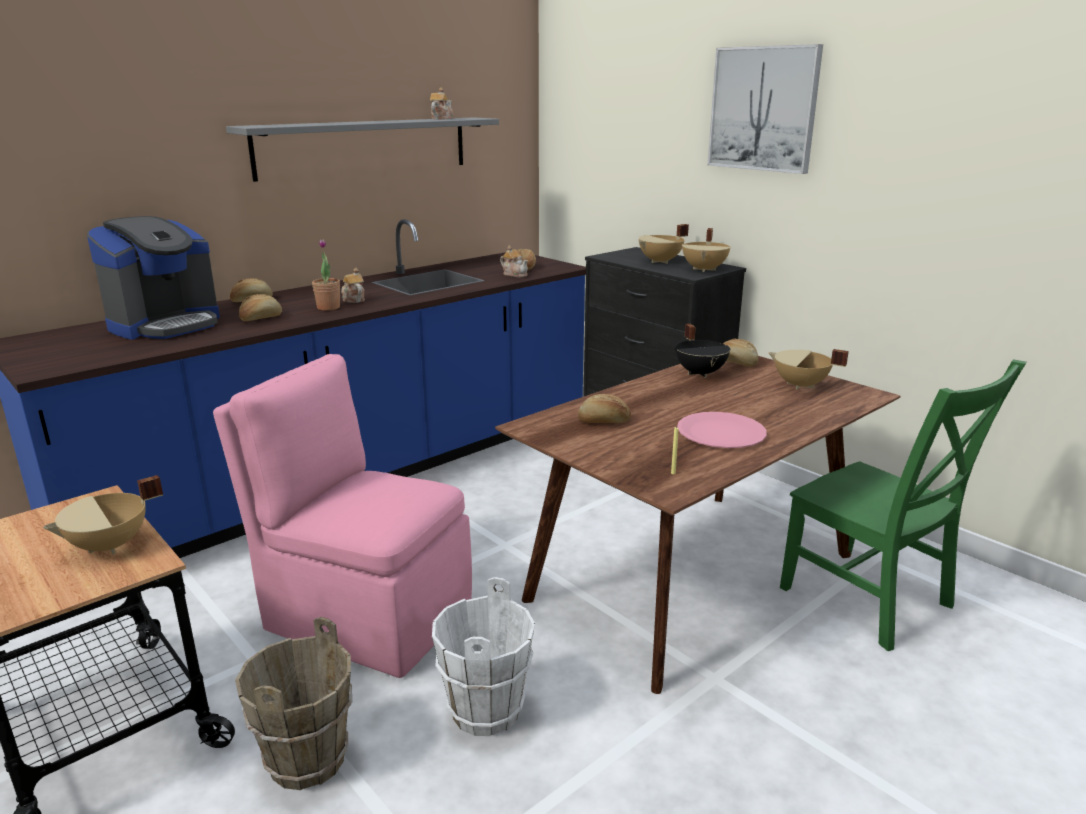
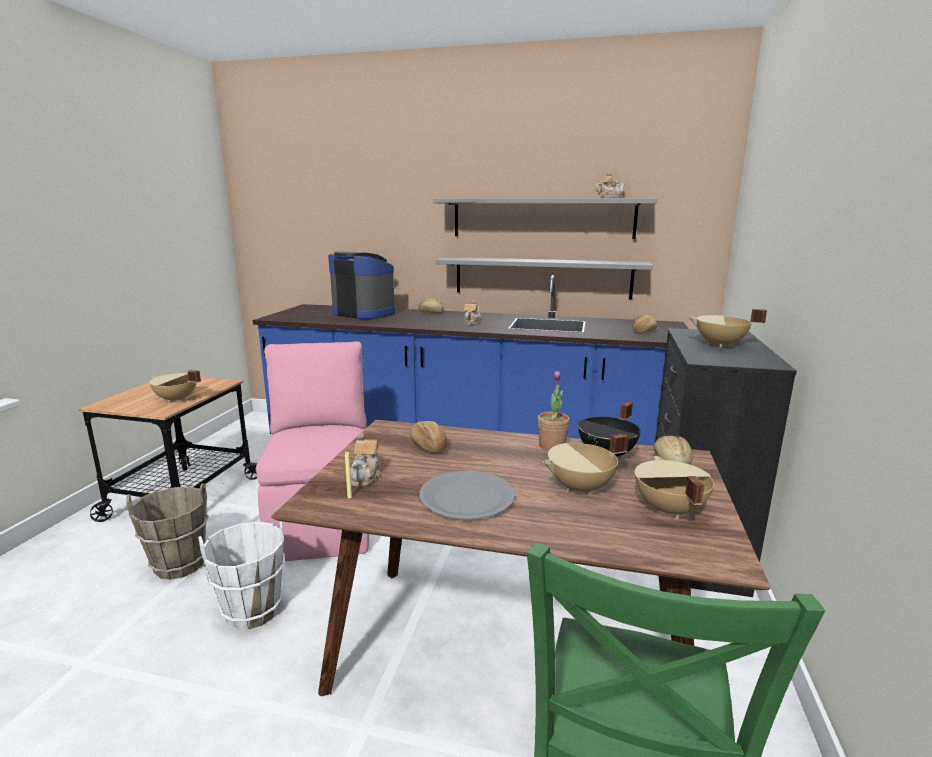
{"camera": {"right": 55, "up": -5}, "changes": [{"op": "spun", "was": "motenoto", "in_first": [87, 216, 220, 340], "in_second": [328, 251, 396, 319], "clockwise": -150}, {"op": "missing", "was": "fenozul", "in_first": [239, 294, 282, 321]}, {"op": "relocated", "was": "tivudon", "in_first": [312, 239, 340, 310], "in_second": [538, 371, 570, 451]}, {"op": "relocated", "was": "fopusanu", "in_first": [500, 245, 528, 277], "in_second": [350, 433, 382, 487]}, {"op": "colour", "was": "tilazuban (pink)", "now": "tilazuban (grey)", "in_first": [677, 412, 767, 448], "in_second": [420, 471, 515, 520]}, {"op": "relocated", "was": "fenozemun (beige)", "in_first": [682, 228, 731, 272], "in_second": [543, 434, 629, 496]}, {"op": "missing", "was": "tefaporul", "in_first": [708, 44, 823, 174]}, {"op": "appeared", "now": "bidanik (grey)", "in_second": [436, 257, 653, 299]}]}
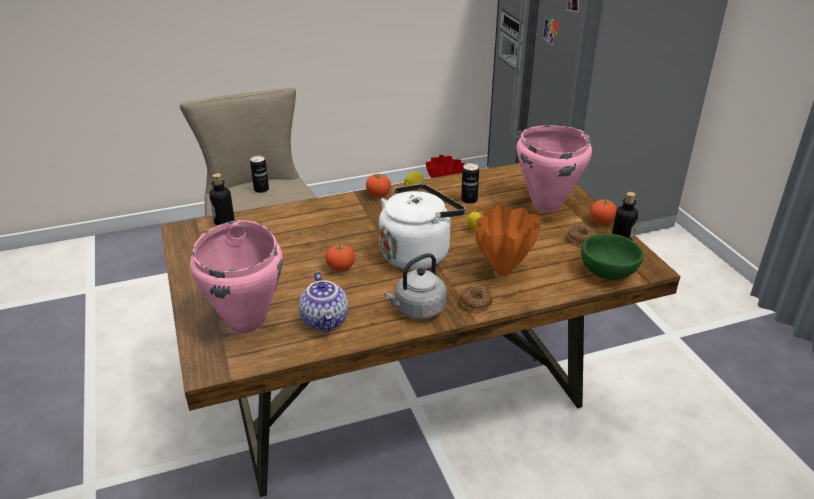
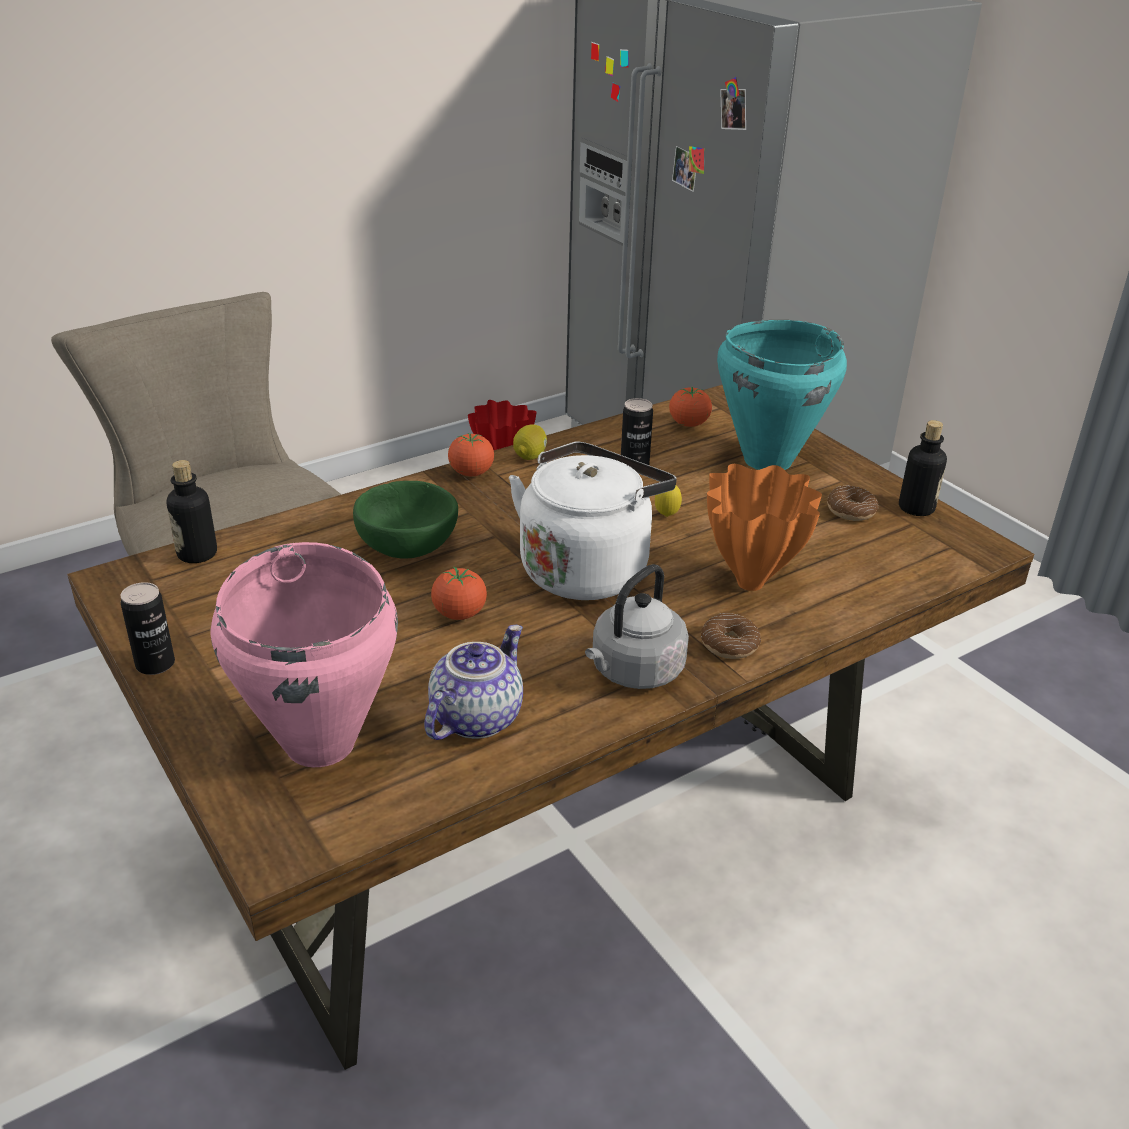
{"camera": {"right": -15, "up": 0}, "changes": [{"op": "relocated", "was": "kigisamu", "in_first": [250, 155, 269, 193], "in_second": [120, 582, 175, 675]}, {"op": "spun", "was": "fopusanu", "in_first": [299, 271, 349, 332], "in_second": [424, 625, 523, 740], "clockwise": -120}, {"op": "colour", "was": "fenozemun (pink)", "now": "fenozemun (turquoise)", "in_first": [517, 125, 592, 212], "in_second": [717, 320, 847, 470]}, {"op": "relocated", "was": "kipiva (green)", "in_first": [581, 234, 644, 280], "in_second": [353, 481, 458, 559]}, {"op": "relocated", "was": "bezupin", "in_first": [590, 199, 617, 224], "in_second": [669, 387, 712, 427]}]}
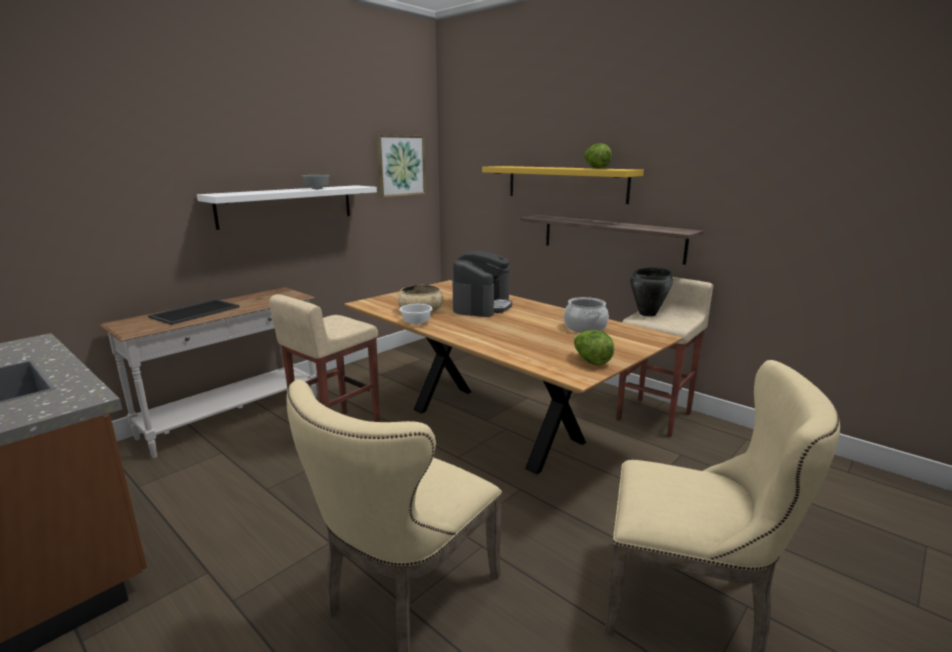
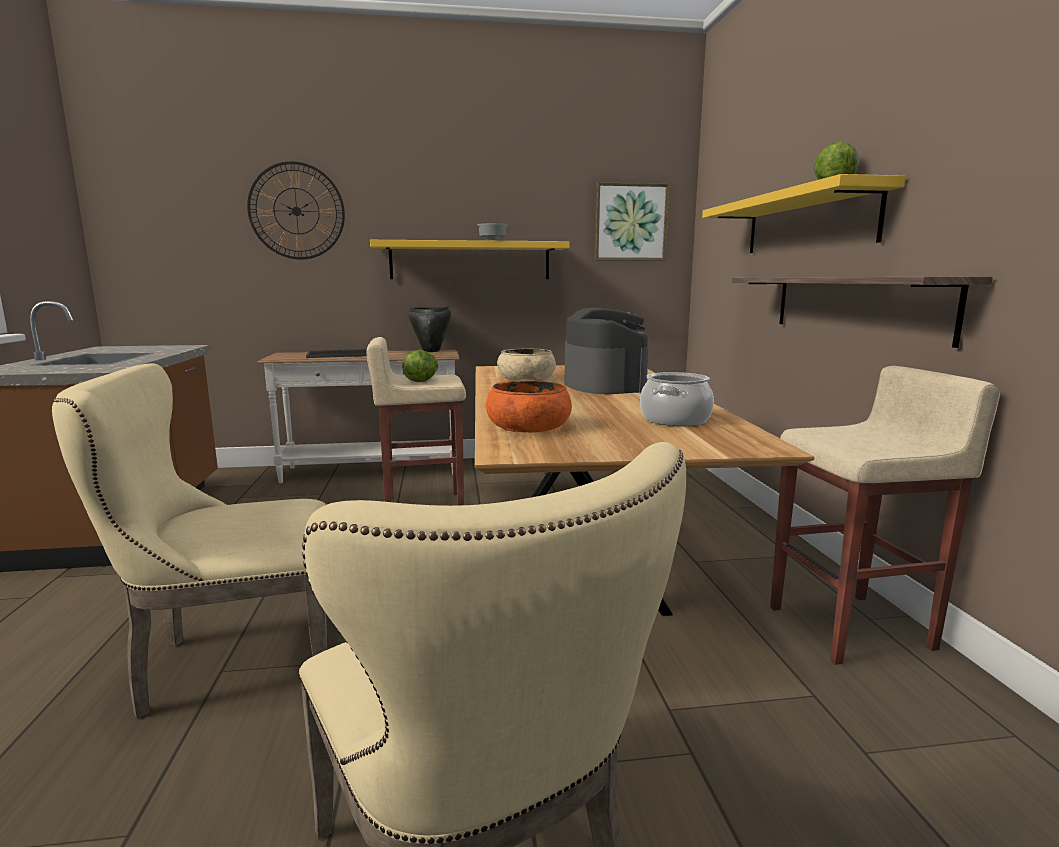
{"camera": {"right": 40, "up": -5}, "changes": [{"op": "colour", "was": "bidanik (white)", "now": "bidanik (yellow)", "in_first": [197, 185, 377, 230], "in_second": [370, 240, 570, 279]}, {"op": "missing", "was": "kipiva (white)", "in_first": [399, 304, 433, 325]}, {"op": "spun", "was": "motenoto", "in_first": [453, 251, 512, 317], "in_second": [564, 307, 648, 394], "clockwise": -75}, {"op": "relocated", "was": "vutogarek", "in_first": [574, 330, 614, 366], "in_second": [402, 350, 438, 382]}, {"op": "relocated", "was": "fenozemun (black)", "in_first": [630, 268, 673, 317], "in_second": [408, 306, 451, 352]}, {"op": "appeared", "now": "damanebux", "in_second": [247, 161, 345, 260]}, {"op": "appeared", "now": "kipiva (orange)", "in_second": [486, 380, 572, 432]}]}
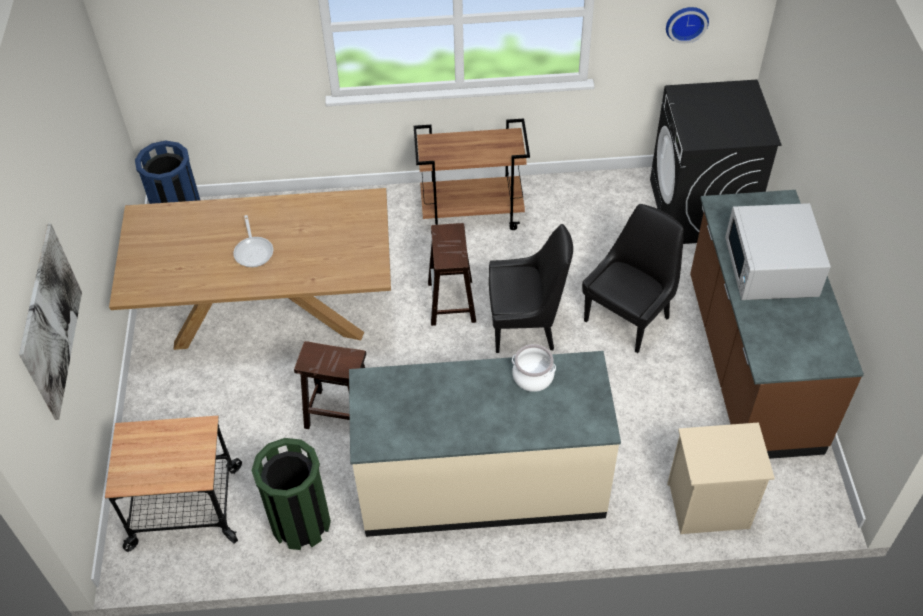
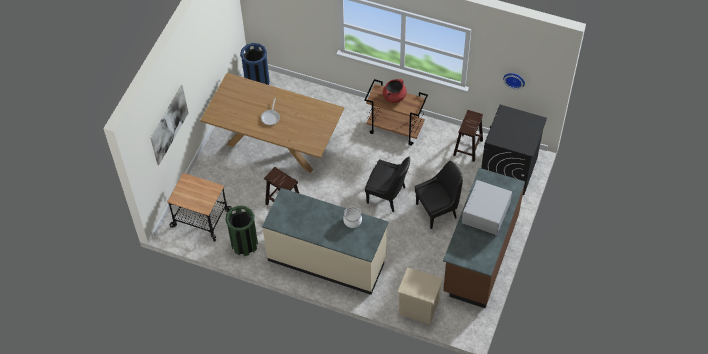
{"camera": {"right": 25, "up": 5}, "changes": [{"op": "relocated", "was": "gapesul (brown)", "in_first": [428, 223, 476, 326], "in_second": [453, 110, 483, 162]}, {"op": "appeared", "now": "fenozemun (red)", "in_second": [383, 79, 407, 103]}]}
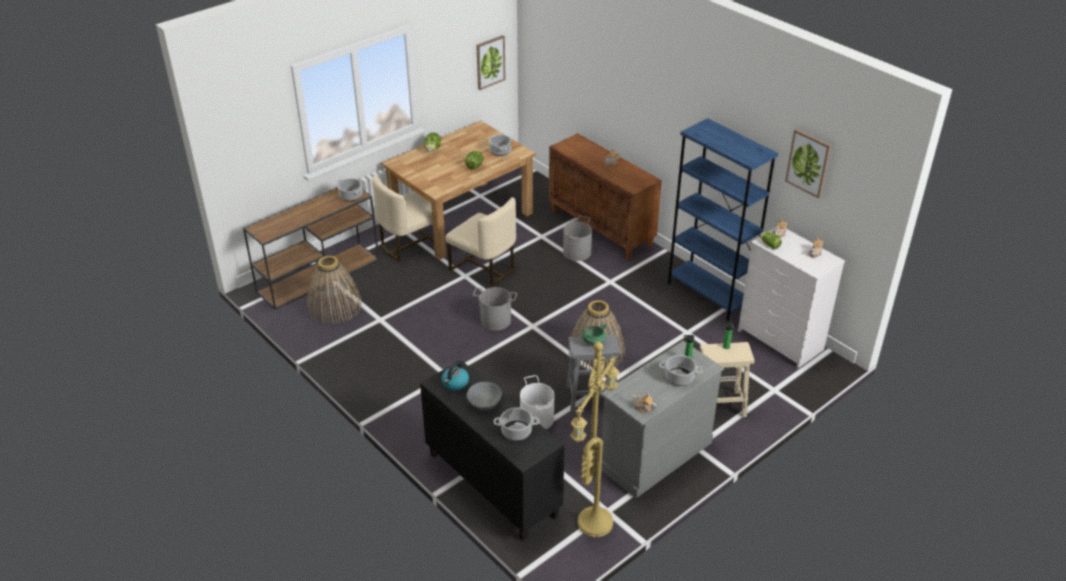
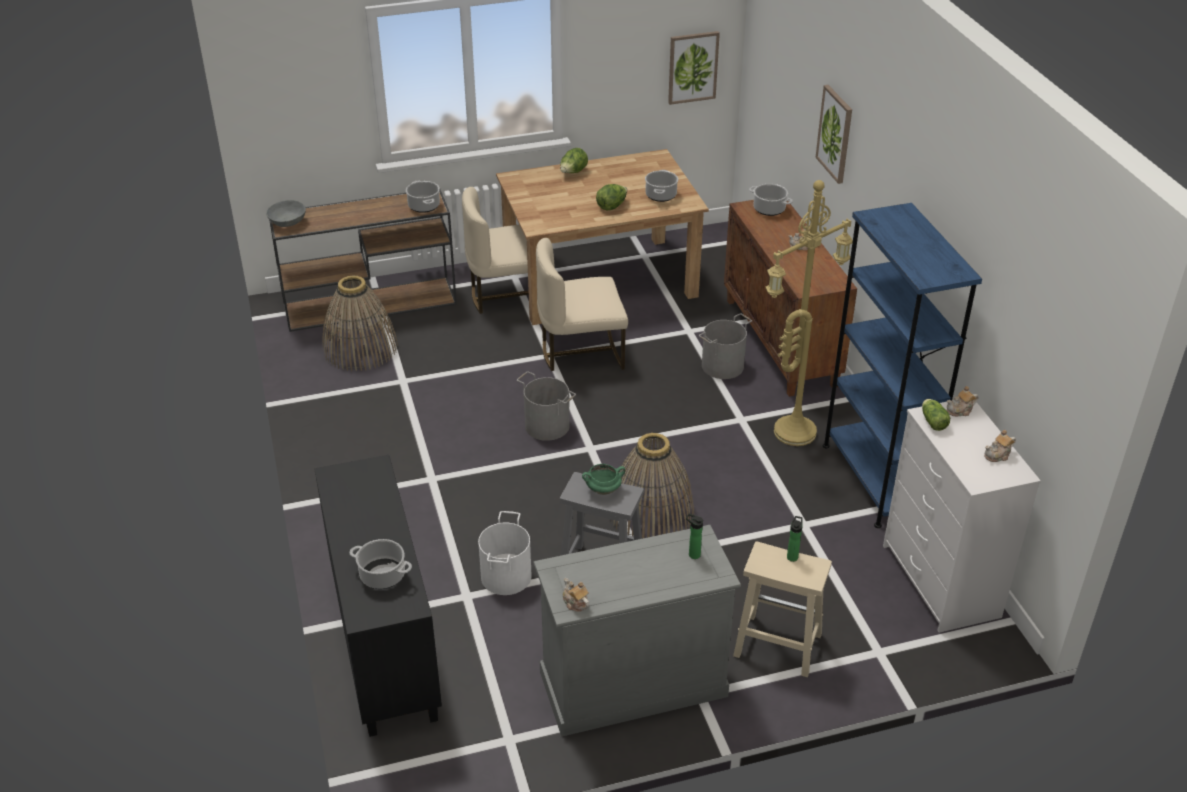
{"camera": {"right": 25, "up": 0}, "changes": [{"op": "missing", "was": "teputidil", "in_first": [442, 361, 469, 390]}, {"op": "spun", "was": "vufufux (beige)", "in_first": [446, 197, 516, 285], "in_second": [536, 238, 628, 371], "clockwise": 105}, {"op": "relocated", "was": "kipiva (grey)", "in_first": [467, 382, 502, 410], "in_second": [266, 200, 306, 227]}, {"op": "relocated", "was": "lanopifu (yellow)", "in_first": [570, 342, 620, 537], "in_second": [766, 180, 853, 446]}, {"op": "relocated", "was": "fenozemun", "in_first": [659, 355, 703, 386], "in_second": [749, 184, 793, 216]}, {"op": "relocated", "was": "tefaporul", "in_first": [785, 129, 831, 198], "in_second": [815, 85, 852, 184]}]}
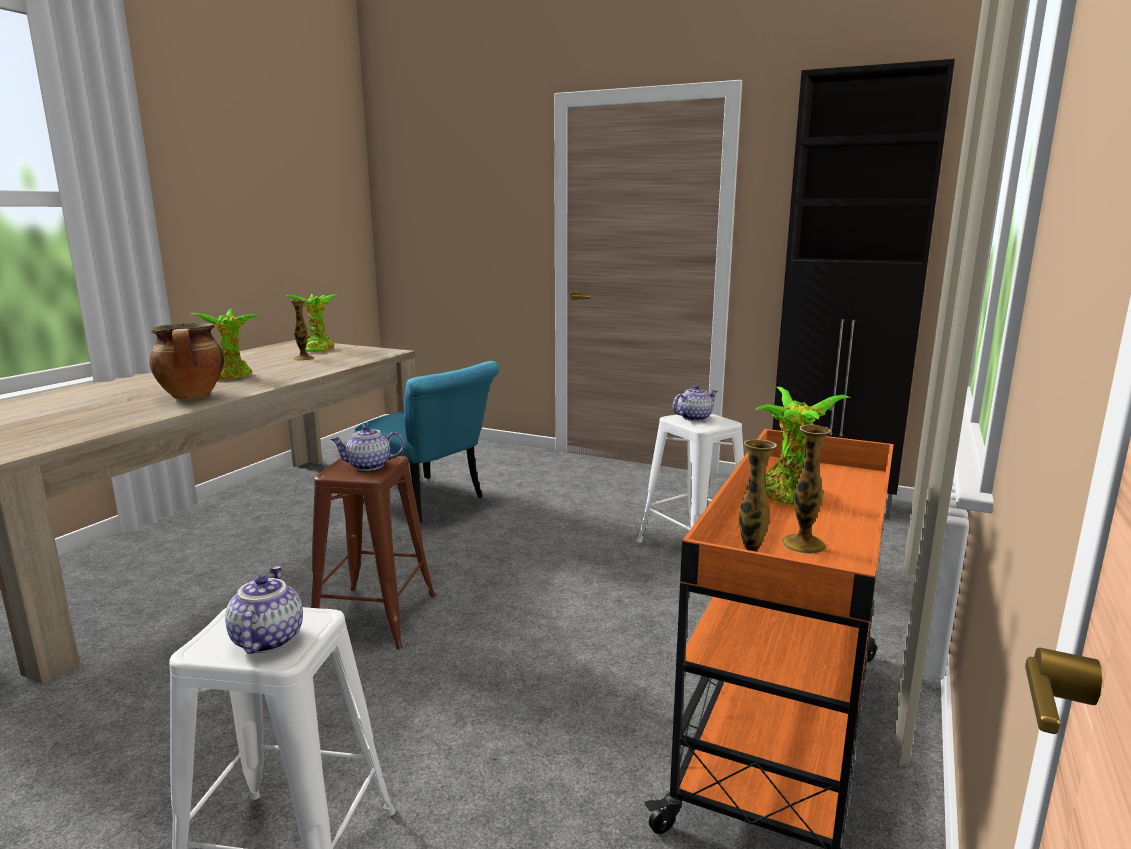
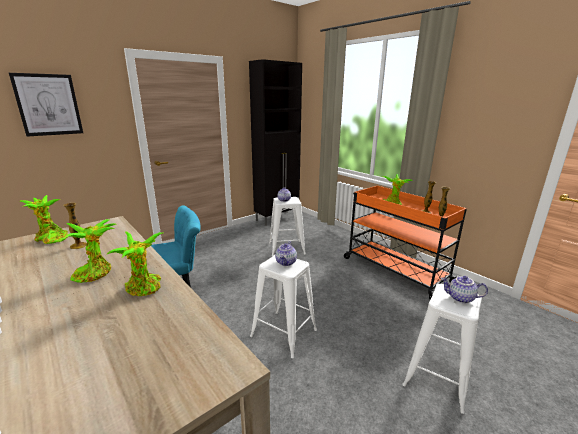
{"camera": {"right": -65, "up": 5}, "changes": [{"op": "exchanged", "was": "fenozemun", "now": "tivudon", "in_first": [149, 323, 224, 399], "in_second": [106, 232, 163, 296]}, {"op": "colour", "was": "gapesul (brown)", "now": "gapesul (white)", "in_first": [311, 455, 435, 650], "in_second": [250, 255, 317, 358]}, {"op": "appeared", "now": "tefaporul", "in_second": [9, 73, 83, 137]}]}
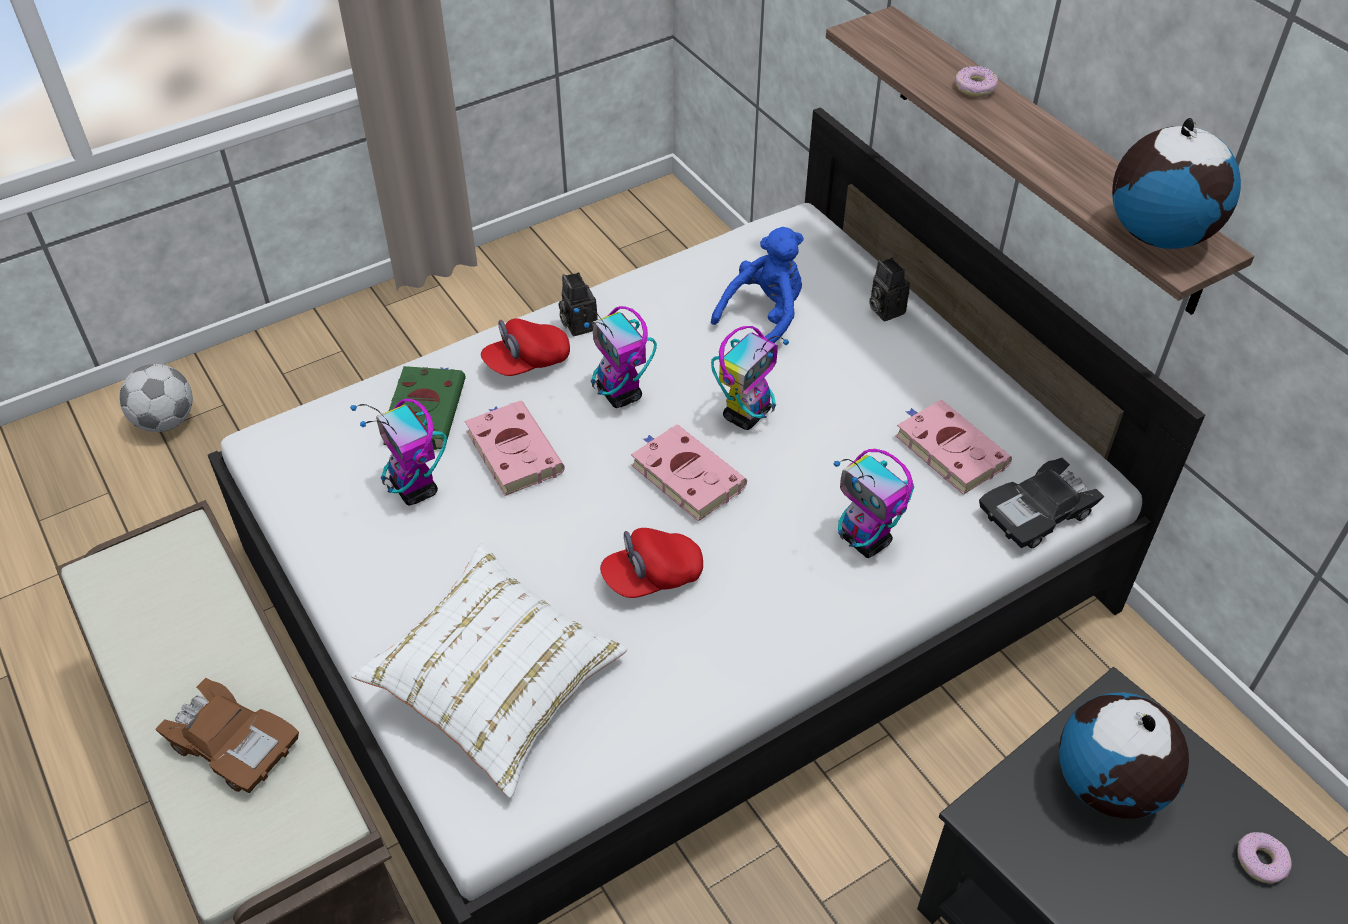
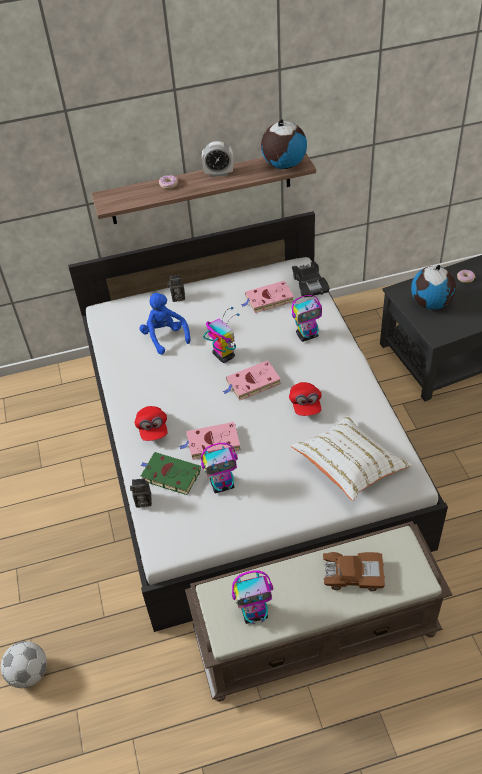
{"camera": {"right": -70, "up": 0}, "changes": [{"op": "spun", "was": "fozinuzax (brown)", "in_first": [155, 678, 299, 793], "in_second": [323, 552, 385, 591], "clockwise": 45}, {"op": "relocated", "was": "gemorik", "in_first": [558, 273, 598, 336], "in_second": [130, 478, 152, 508]}, {"op": "relocated", "was": "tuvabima", "in_first": [574, 306, 657, 408], "in_second": [232, 570, 273, 624]}, {"op": "appeared", "now": "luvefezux", "in_second": [202, 141, 234, 177]}]}
